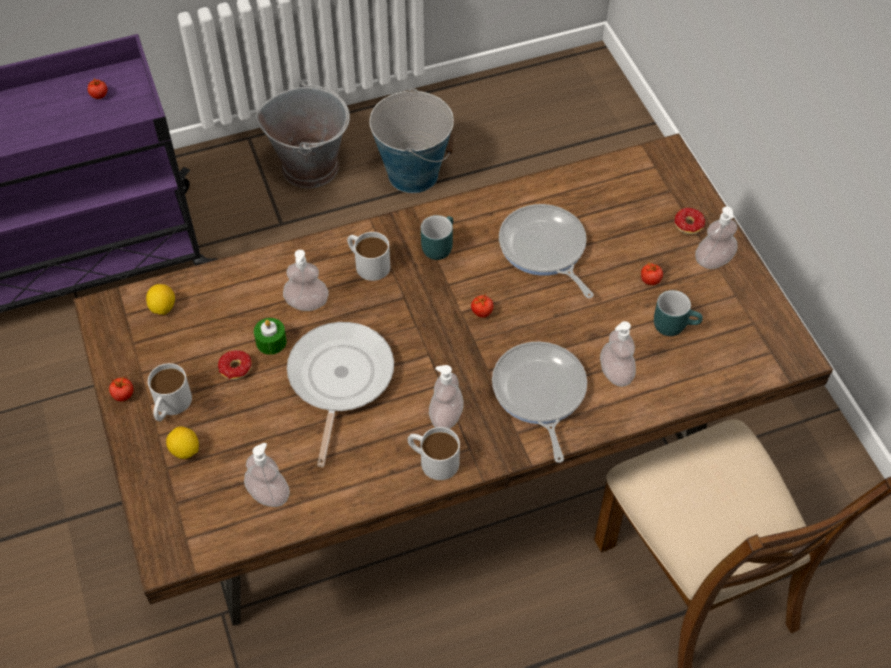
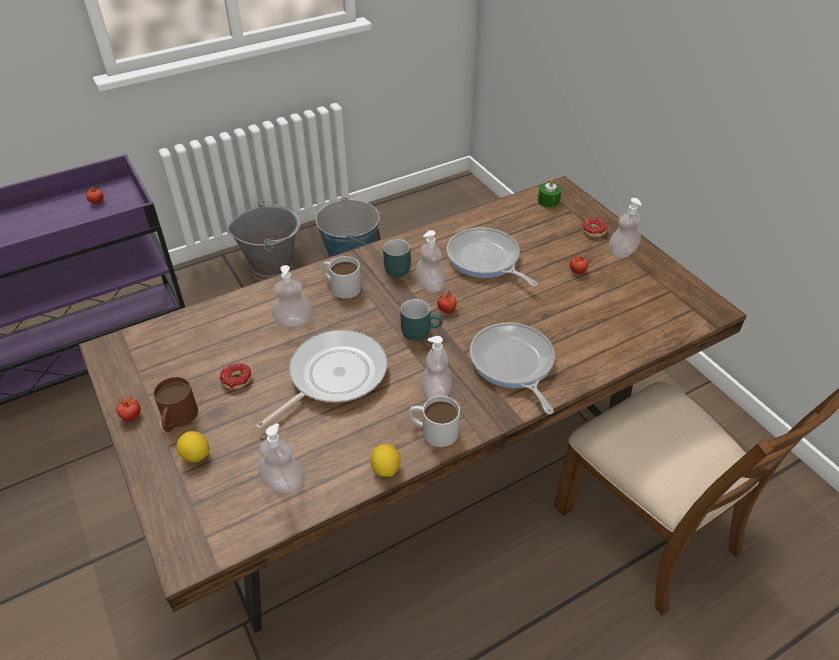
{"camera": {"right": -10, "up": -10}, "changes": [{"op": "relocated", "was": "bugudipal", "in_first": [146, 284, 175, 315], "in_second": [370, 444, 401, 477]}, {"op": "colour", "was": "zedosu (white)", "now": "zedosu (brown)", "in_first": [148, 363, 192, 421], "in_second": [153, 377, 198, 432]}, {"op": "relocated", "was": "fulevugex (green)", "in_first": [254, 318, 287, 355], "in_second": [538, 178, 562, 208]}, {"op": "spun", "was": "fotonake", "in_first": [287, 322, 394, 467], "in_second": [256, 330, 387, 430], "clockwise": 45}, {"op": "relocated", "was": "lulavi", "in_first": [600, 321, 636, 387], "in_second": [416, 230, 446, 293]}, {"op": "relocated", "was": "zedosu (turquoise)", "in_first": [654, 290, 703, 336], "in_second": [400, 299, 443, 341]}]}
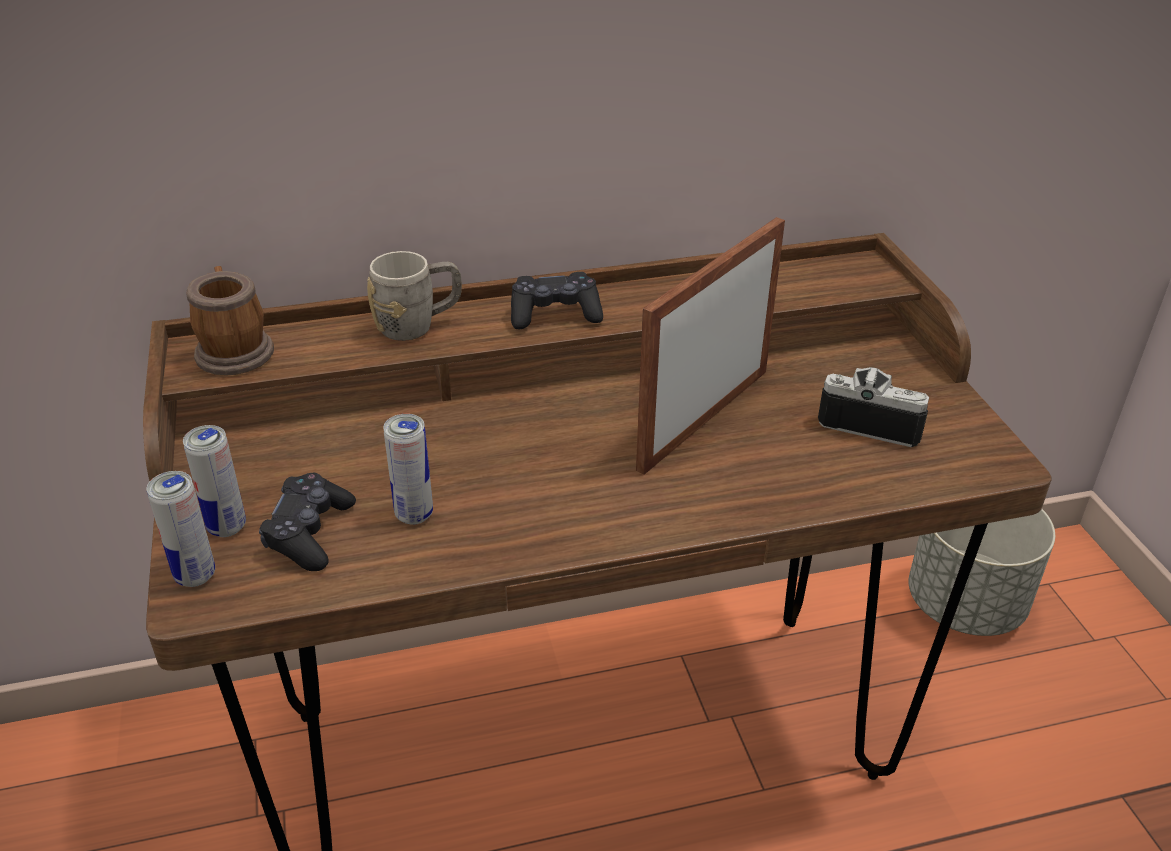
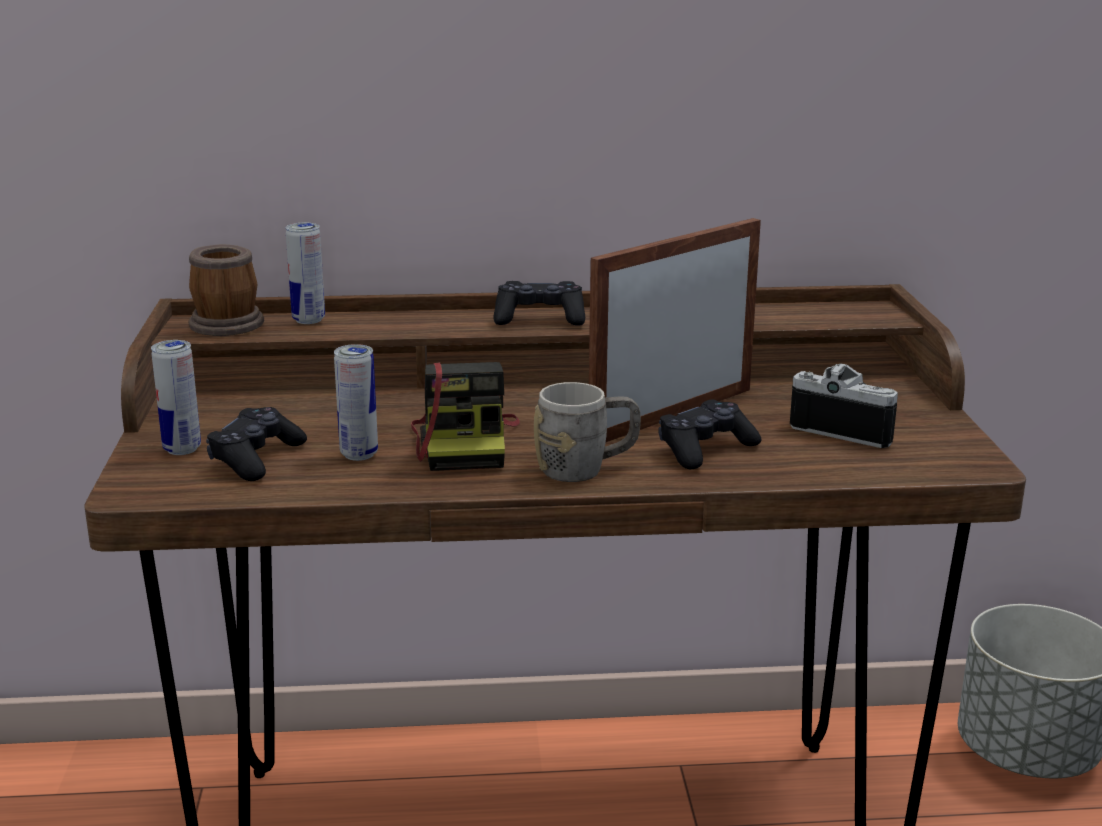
{"camera": {"right": 10, "up": -15}, "changes": [{"op": "relocated", "was": "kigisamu", "in_first": [146, 471, 215, 587], "in_second": [286, 223, 325, 324]}, {"op": "relocated", "was": "zedosu (grey)", "in_first": [367, 251, 462, 341], "in_second": [534, 382, 641, 482]}, {"op": "appeared", "now": "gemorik", "in_second": [411, 362, 520, 471]}, {"op": "appeared", "now": "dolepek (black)", "in_second": [659, 399, 762, 469]}]}
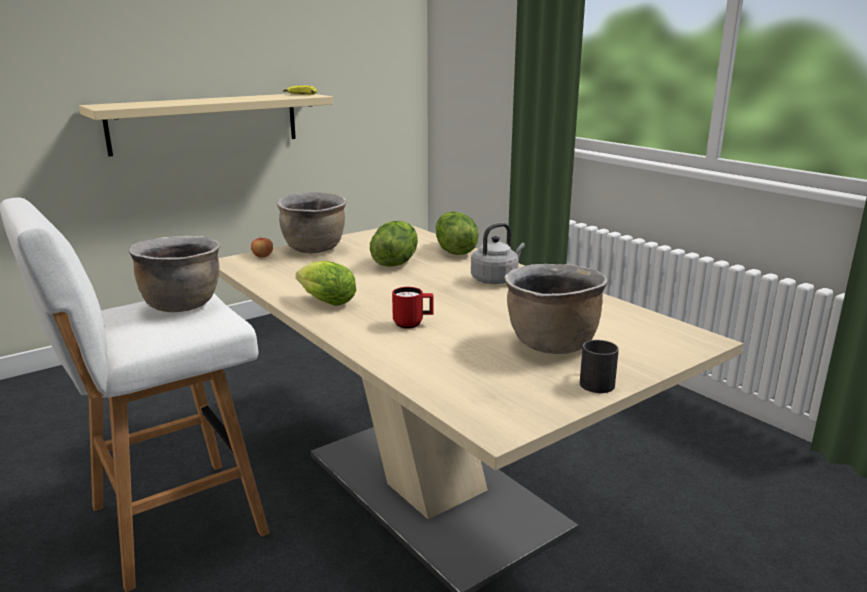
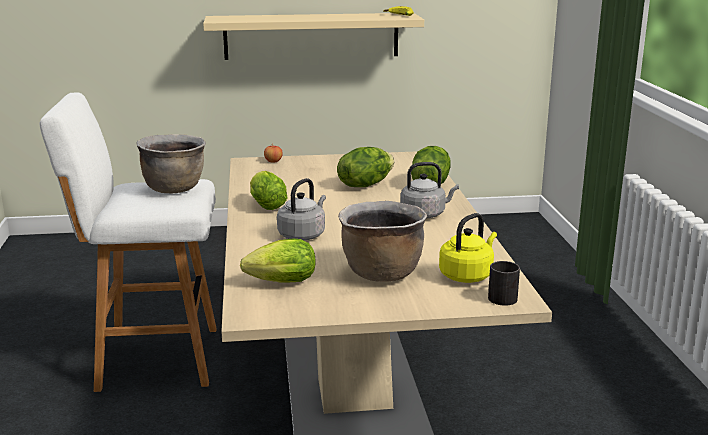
{"camera": {"right": 30, "up": 0}, "changes": [{"op": "missing", "was": "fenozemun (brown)", "in_first": [277, 192, 347, 253]}, {"op": "exchanged", "was": "zedosu (red)", "now": "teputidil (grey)", "in_first": [392, 287, 433, 329], "in_second": [277, 178, 326, 240]}, {"op": "relocated", "was": "zedosu (black)", "in_first": [580, 340, 619, 393], "in_second": [488, 261, 520, 306]}, {"op": "appeared", "now": "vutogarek", "in_second": [240, 239, 316, 283]}, {"op": "appeared", "now": "teputidil (yellow)", "in_second": [439, 213, 497, 283]}]}
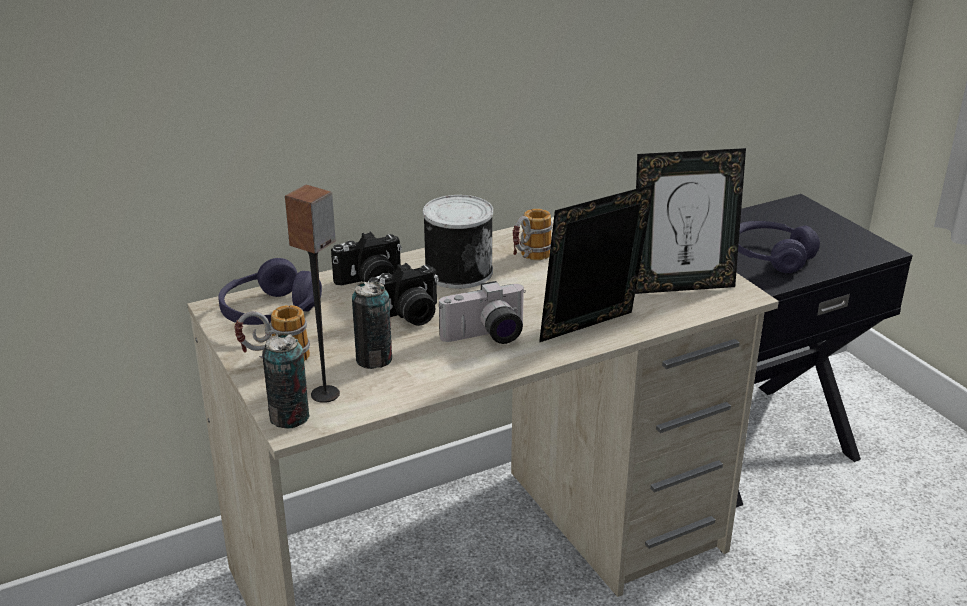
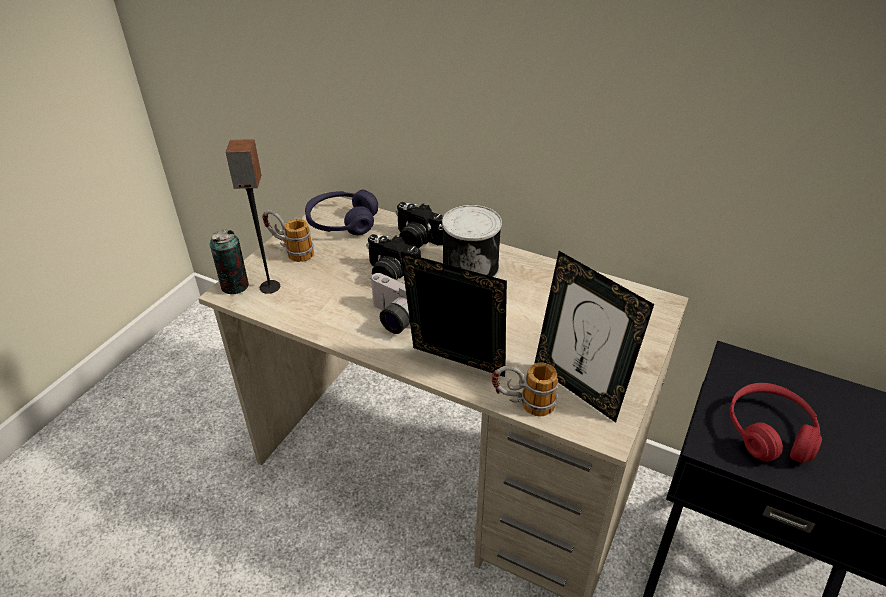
{"camera": {"right": 55, "up": 10}, "changes": [{"op": "missing", "was": "kigisamu", "in_first": [352, 281, 392, 369]}, {"op": "relocated", "was": "zedosu", "in_first": [513, 209, 553, 260], "in_second": [492, 363, 558, 417]}, {"op": "colour", "was": "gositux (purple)", "now": "gositux (red)", "in_first": [738, 221, 820, 273], "in_second": [729, 383, 822, 463]}]}
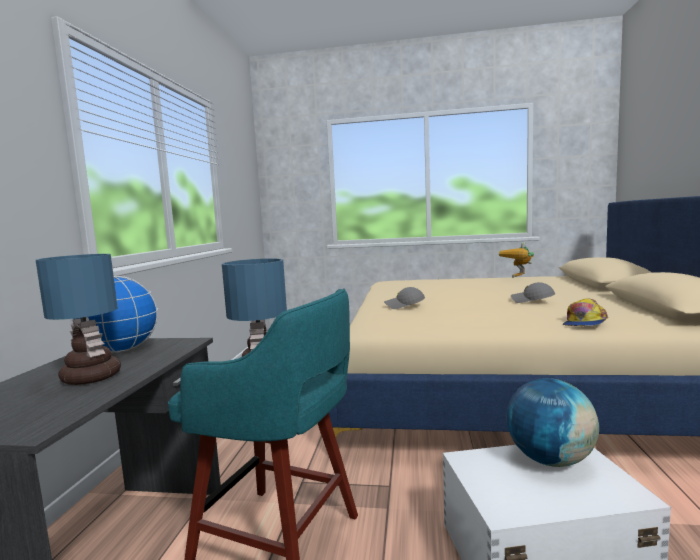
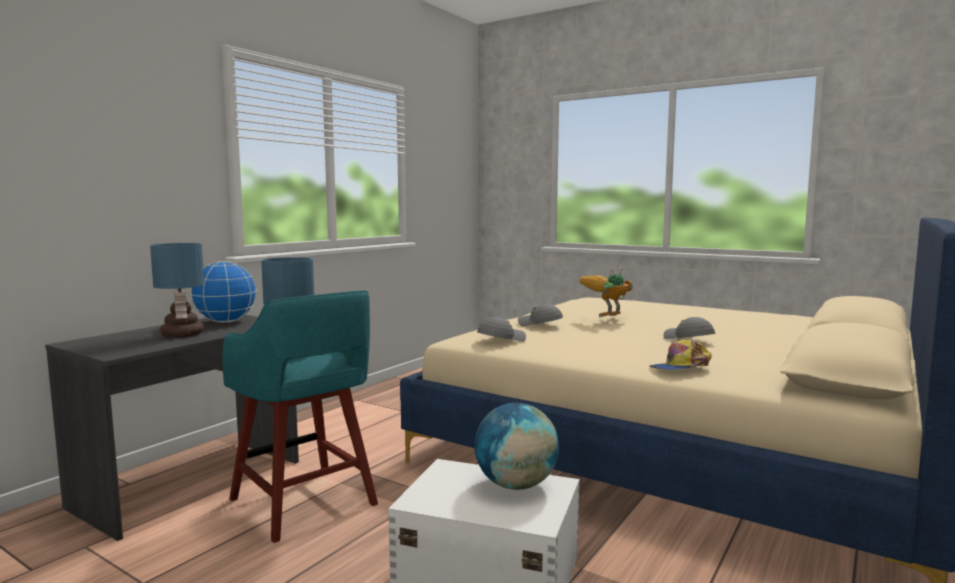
{"camera": {"right": 25, "up": 0}, "changes": [{"op": "relocated", "was": "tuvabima", "in_first": [499, 242, 534, 278], "in_second": [579, 267, 633, 317]}, {"op": "appeared", "now": "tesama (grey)", "in_second": [477, 317, 526, 342]}]}
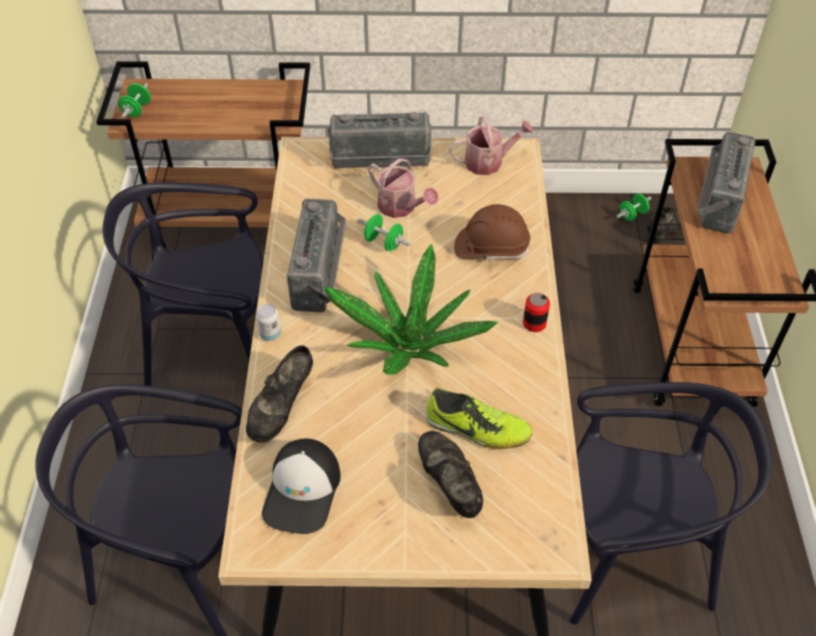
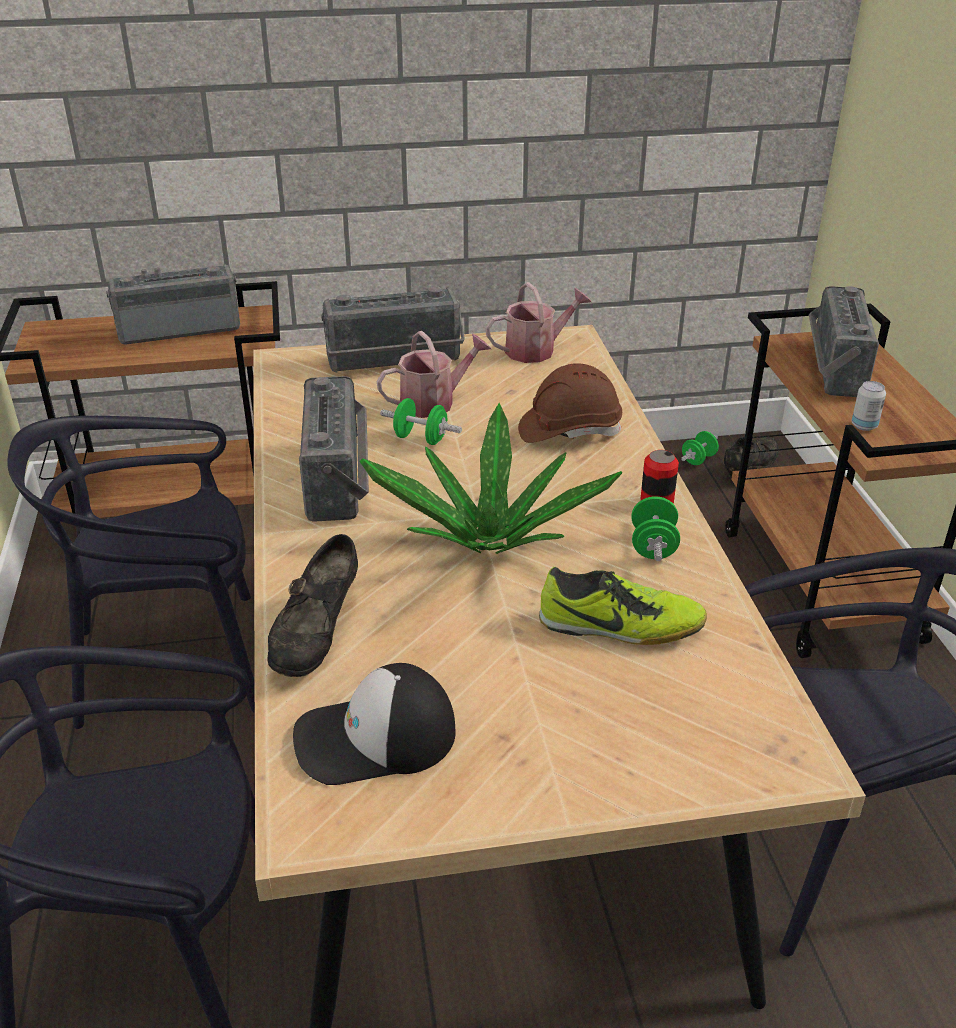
{"camera": {"right": -10, "up": -15}, "changes": [{"op": "relocated", "was": "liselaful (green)", "in_first": [118, 83, 151, 118], "in_second": [631, 496, 680, 561]}, {"op": "relocated", "was": "kigisamu", "in_first": [256, 304, 281, 341], "in_second": [852, 381, 886, 431]}, {"op": "spun", "was": "tesama", "in_first": [262, 439, 341, 534], "in_second": [293, 663, 456, 785], "clockwise": 75}, {"op": "spun", "was": "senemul", "in_first": [368, 158, 439, 218], "in_second": [377, 331, 491, 418], "clockwise": -60}, {"op": "missing", "was": "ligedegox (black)", "in_first": [418, 431, 483, 518]}, {"op": "appeared", "now": "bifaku", "in_second": [106, 264, 240, 345]}]}
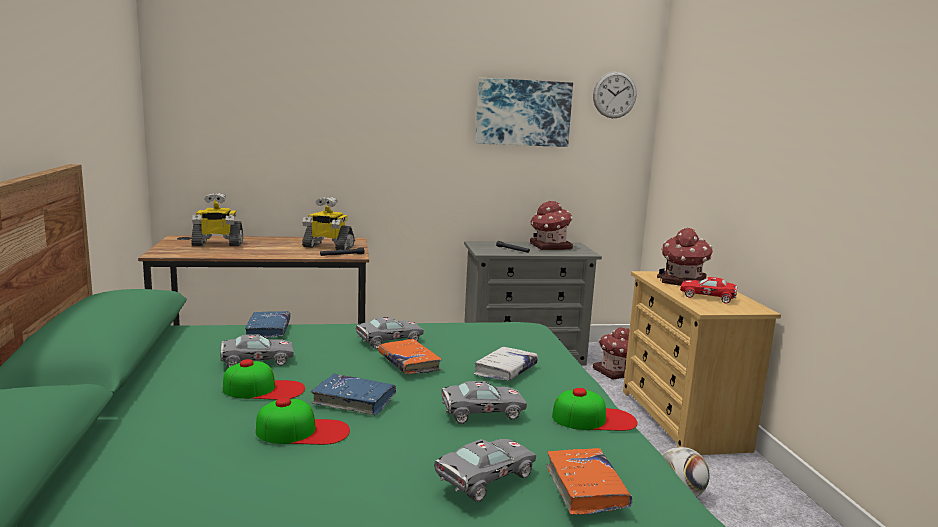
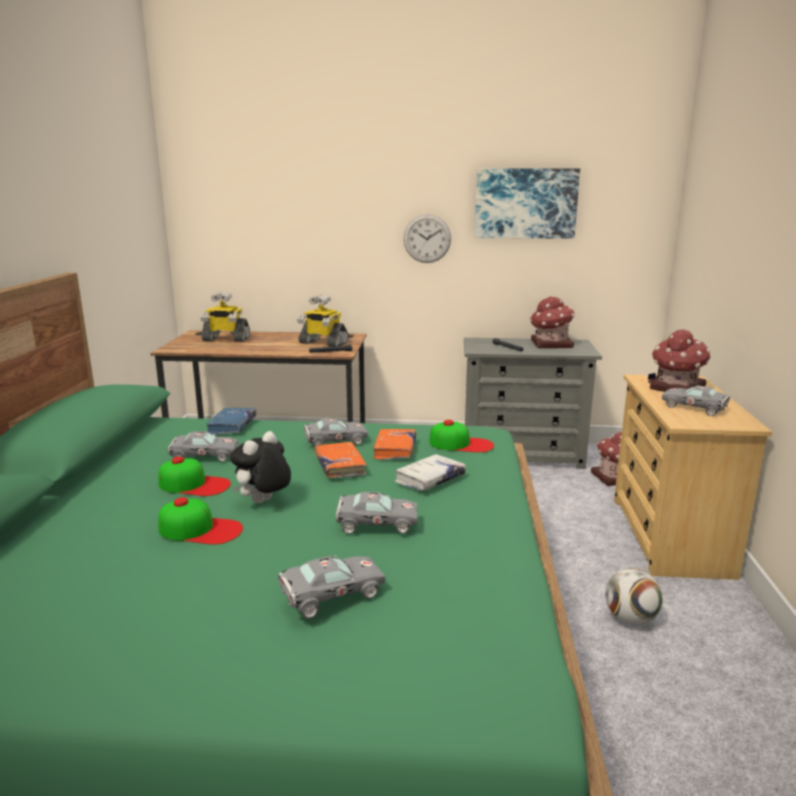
{"camera": {"right": 15, "up": 5}, "changes": [{"op": "exchanged", "was": "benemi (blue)", "now": "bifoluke", "in_first": [311, 374, 396, 415], "in_second": [230, 431, 291, 503]}, {"op": "relocated", "was": "benemi (orange)", "in_first": [547, 448, 632, 515], "in_second": [373, 429, 417, 460]}, {"op": "relocated", "was": "tesama", "in_first": [552, 388, 638, 431], "in_second": [429, 420, 494, 453]}, {"op": "relocated", "was": "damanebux", "in_first": [593, 71, 637, 118], "in_second": [404, 214, 451, 263]}, {"op": "colour", "was": "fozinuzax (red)", "now": "fozinuzax (grey)", "in_first": [680, 277, 738, 304], "in_second": [662, 385, 730, 416]}]}
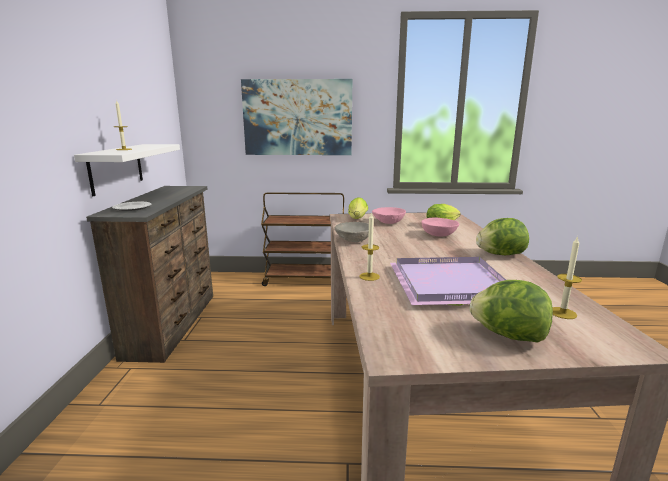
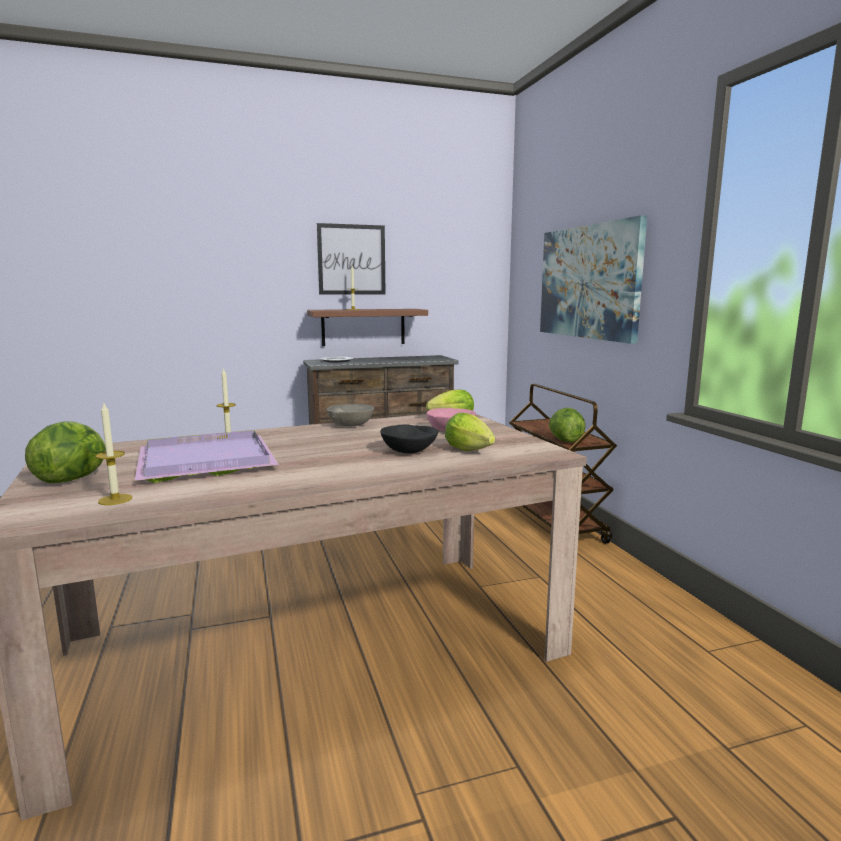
{"camera": {"right": 70, "up": -5}, "changes": [{"op": "colour", "was": "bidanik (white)", "now": "bidanik (brown)", "in_first": [74, 144, 180, 196], "in_second": [307, 309, 428, 346]}, {"op": "colour", "was": "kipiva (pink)", "now": "kipiva (black)", "in_first": [421, 217, 459, 236], "in_second": [380, 424, 438, 453]}, {"op": "relocated", "was": "vutogarek", "in_first": [476, 218, 529, 255], "in_second": [549, 408, 585, 442]}, {"op": "appeared", "now": "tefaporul", "in_second": [317, 223, 385, 294]}]}
